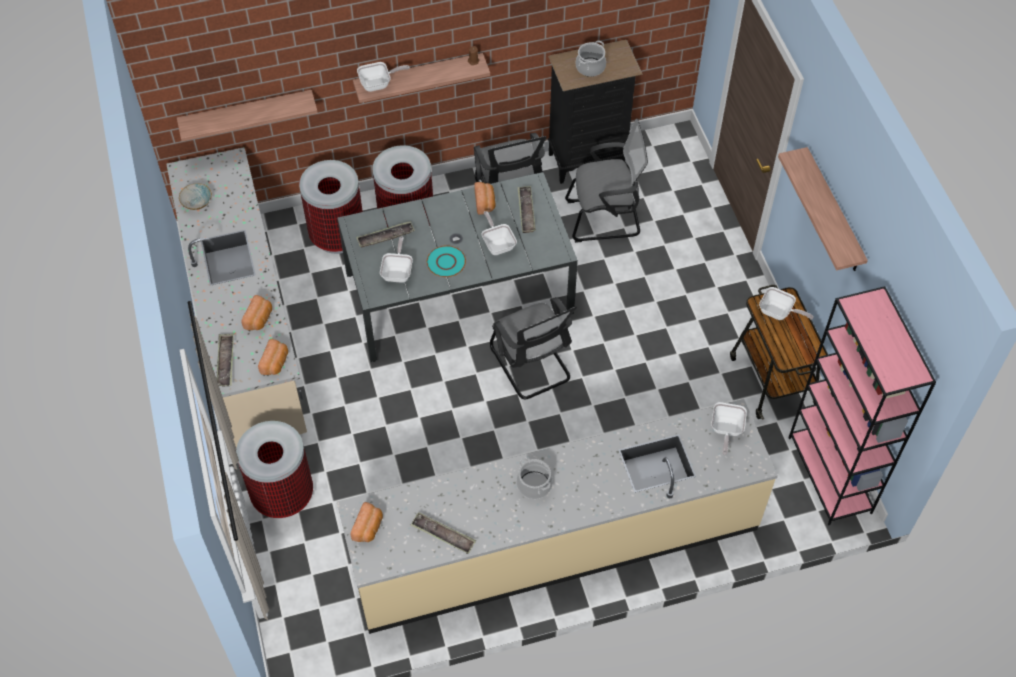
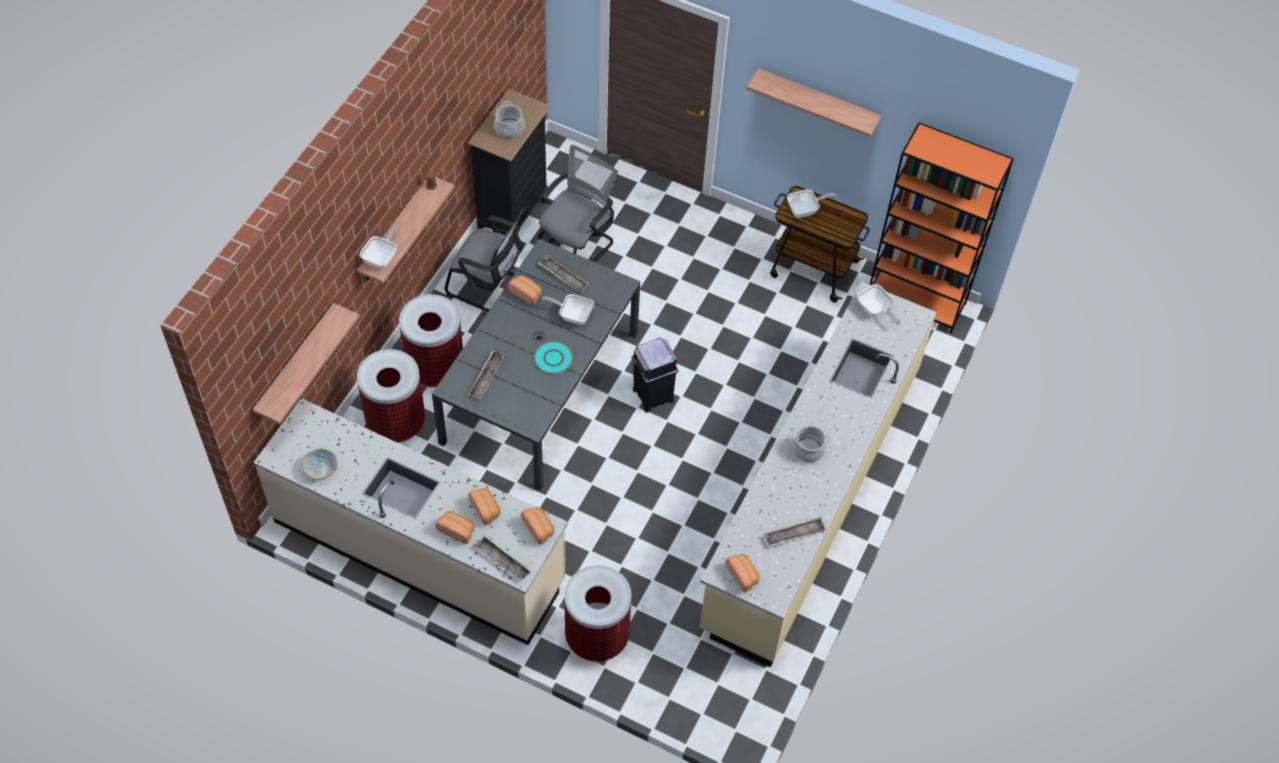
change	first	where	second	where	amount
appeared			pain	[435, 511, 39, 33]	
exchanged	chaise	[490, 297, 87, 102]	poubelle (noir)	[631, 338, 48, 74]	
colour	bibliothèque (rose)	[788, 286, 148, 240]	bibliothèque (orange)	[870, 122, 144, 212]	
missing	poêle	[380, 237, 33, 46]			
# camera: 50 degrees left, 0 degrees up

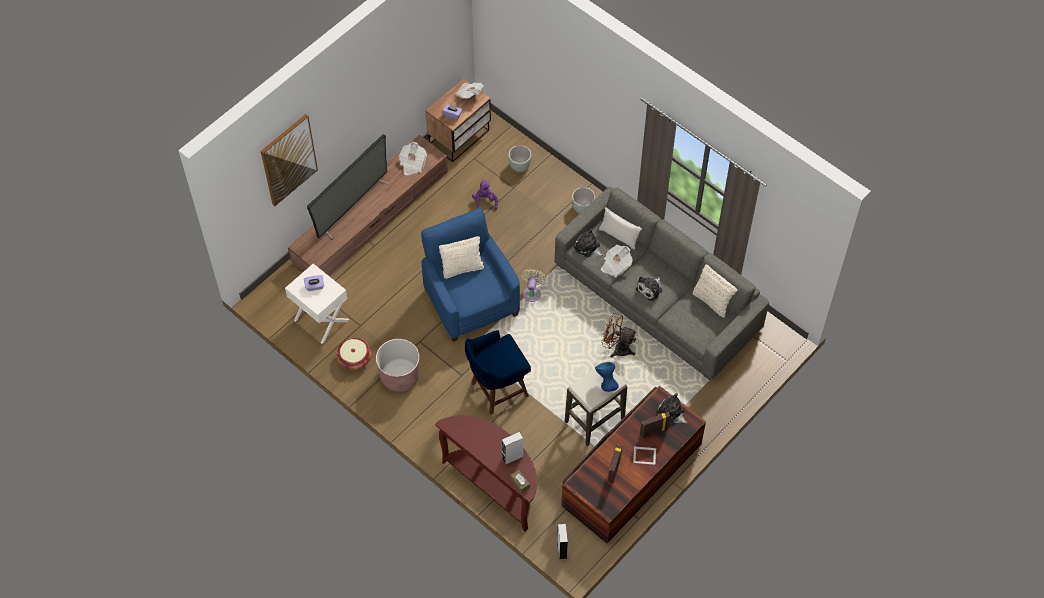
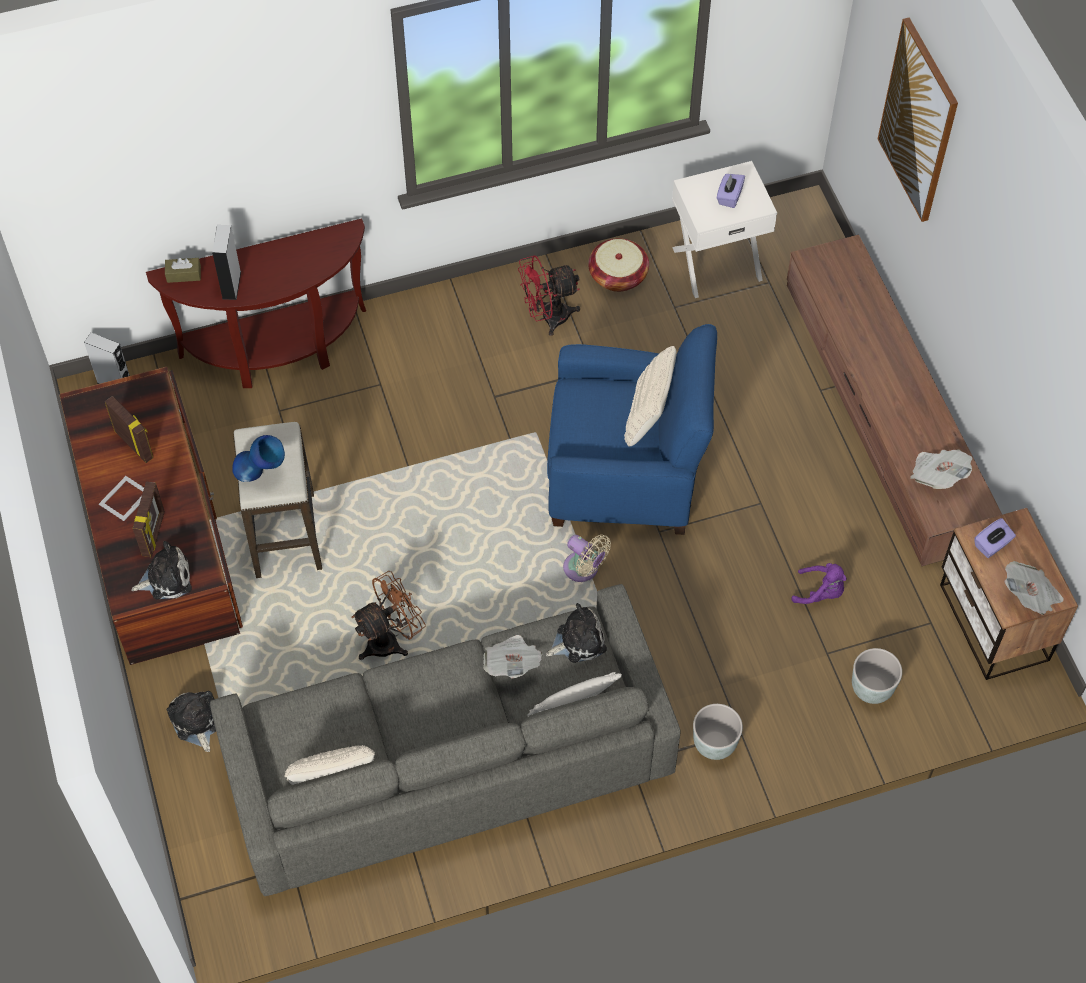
change	first	where	second	where	amount
relocated	peluche	[636, 276, 26, 25]		[166, 691, 50, 61]	
exchanged	cache-pot (marron)	[376, 339, 44, 53]	ventilateur (rouge)	[518, 255, 62, 81]	
missing	téléviseur	[307, 134, 82, 105]			
missing	tabouret (bleu)	[465, 330, 66, 85]			
# camera: 120 degrees right, 0 degrees up

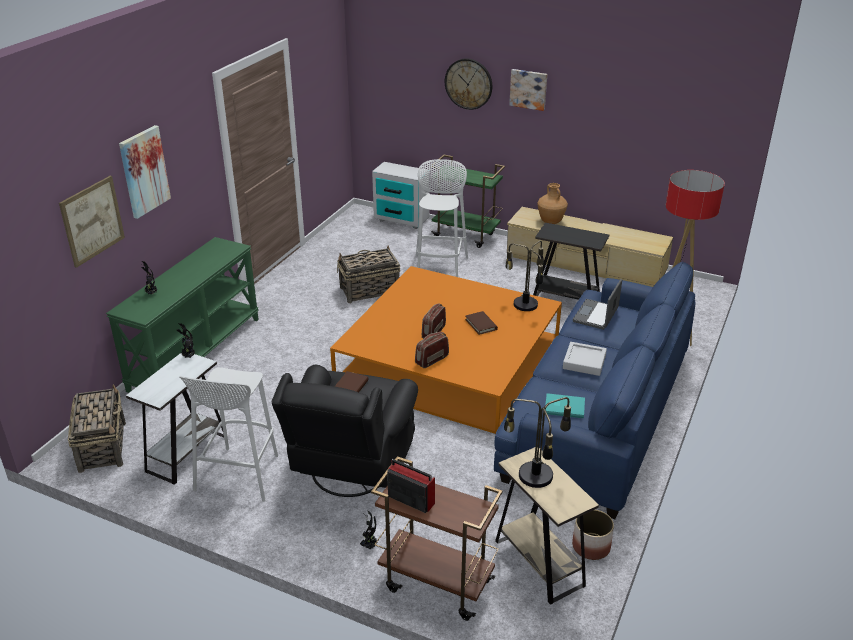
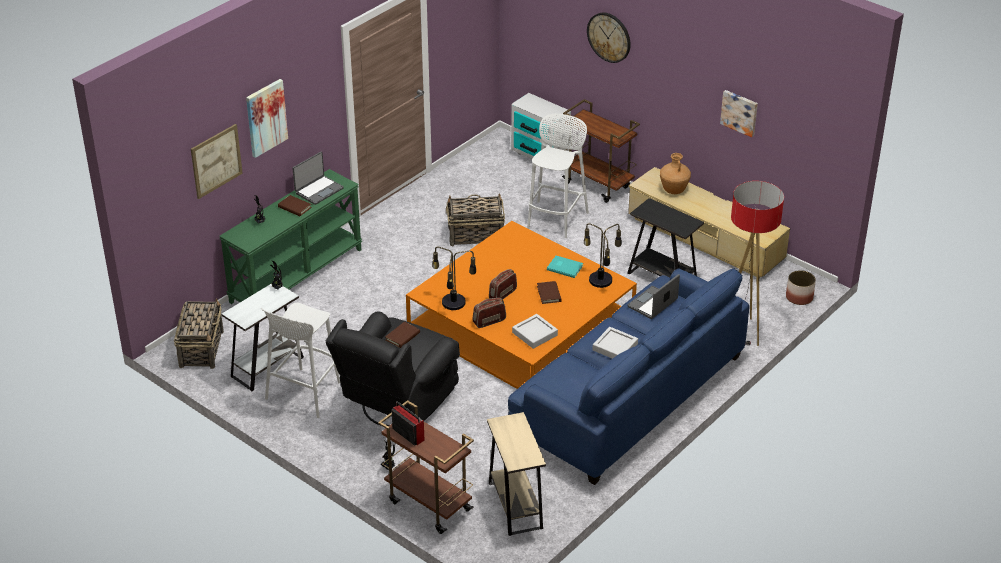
change	first	where	second	where	amount
appeared			livre (marron)	[278, 195, 34, 21]	
appeared			ordinateur portable	[292, 152, 52, 53]	
relocated	lampe de table	[504, 397, 67, 91]		[432, 246, 44, 64]	
appeared			plateau (gris)	[512, 314, 46, 35]	
relocated	livre (turquoise)	[545, 393, 40, 25]		[547, 256, 36, 22]	
colour	chariot (vert)	[430, 155, 75, 93]	chariot (marron)	[562, 99, 78, 104]	
relocated	tableau	[509, 69, 38, 42]		[720, 90, 38, 47]	
relocated	cache-pot	[572, 509, 42, 51]		[786, 270, 30, 35]	
# camera: 15 degrees right, 5 degrees up

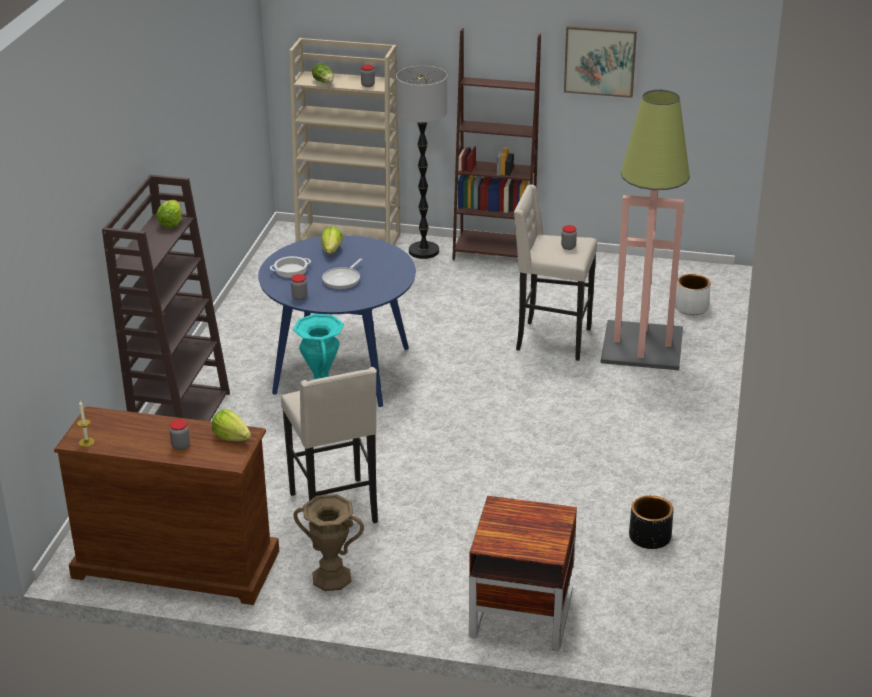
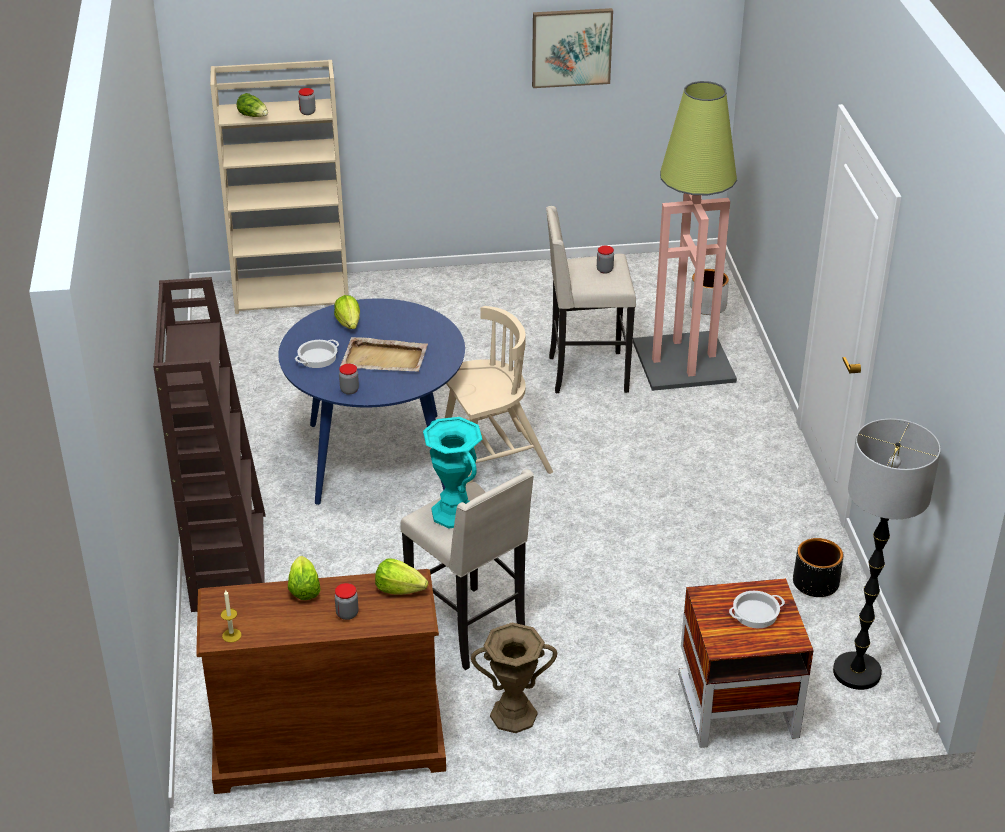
change	first	where	second	where	amount
relocated	laitue	[156, 200, 26, 28]		[288, 556, 33, 44]	
exchanged	poêle	[322, 259, 41, 30]	plateau (beige)	[340, 337, 88, 35]	
appeared			chaise (beige)	[445, 306, 108, 178]	
appeared			marmite	[729, 591, 56, 37]	
relocated	lampadaire	[396, 66, 52, 193]		[833, 419, 108, 271]	
missing	bibliothèque (marron)	[452, 28, 89, 232]			
# camera: 20 degrees left, 5 degrees up

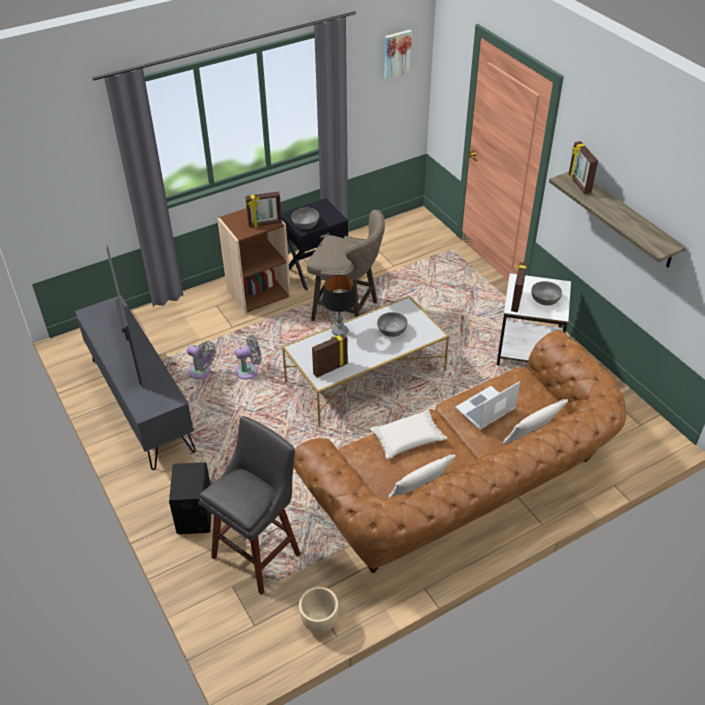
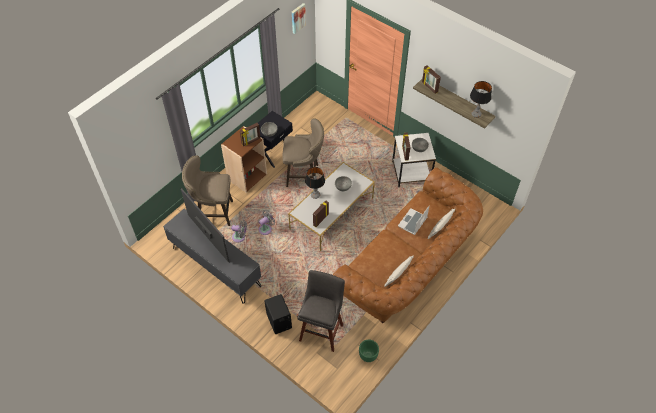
change	first	where	second	where	amount
appeared			tabouret (beige)	[182, 155, 51, 71]	
colour	cache-pot (beige)	[299, 587, 40, 46]	cache-pot (vert)	[359, 340, 20, 22]	
appeared			lampe de table	[470, 81, 22, 37]	
missing	coussin (blanc)	[370, 408, 77, 51]			
# camera: 20 degrees left, 10 degrees up

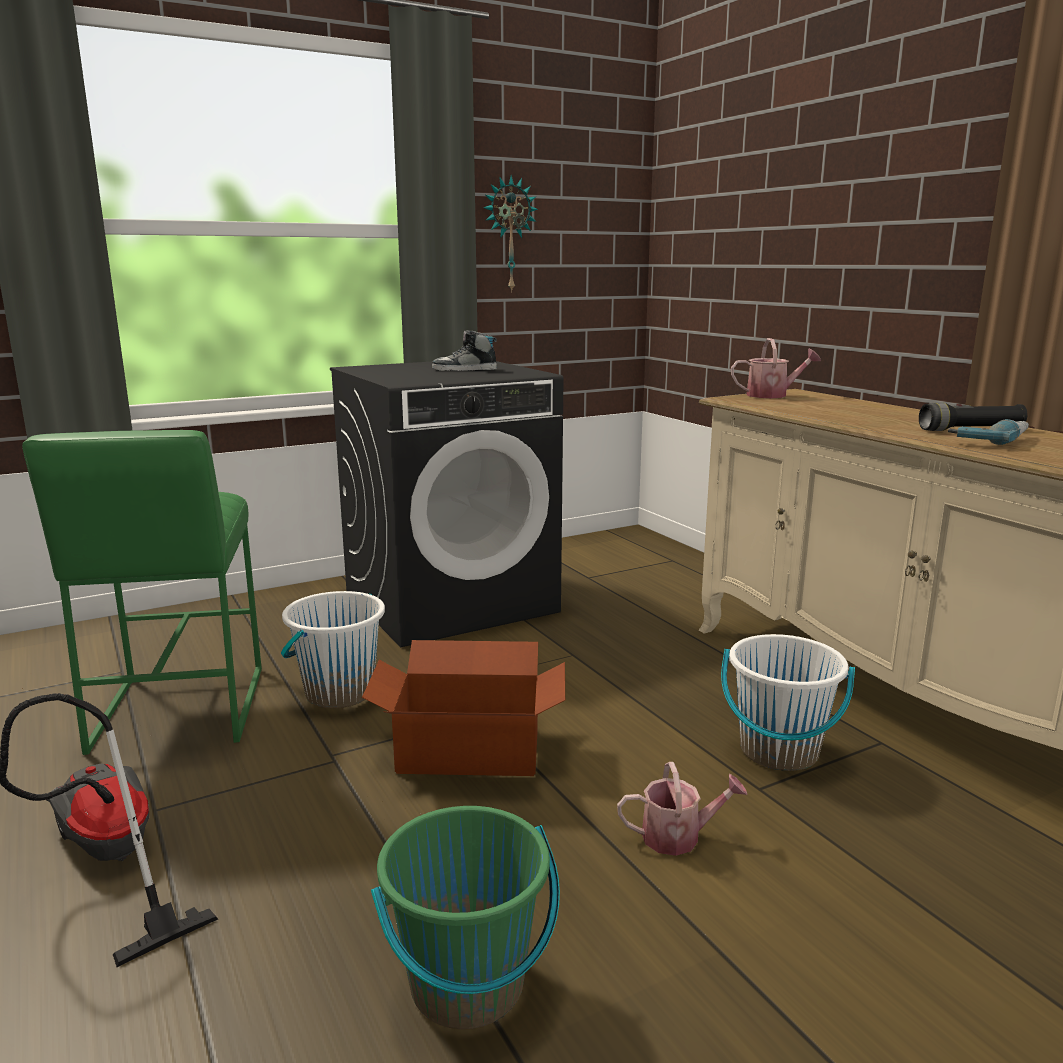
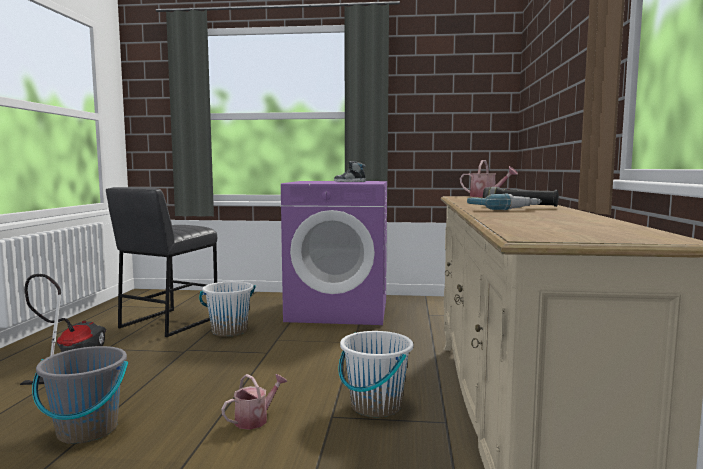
change	first	where	second	where	amount
colour	seau (vert)	[371, 806, 189, 223]	seau (gris)	[32, 346, 96, 98]	
colour	tabouret (vert)	[22, 430, 240, 325]	tabouret (gris)	[106, 187, 111, 150]	
spun	arrosoir	[617, 762, 130, 94]		[221, 374, 67, 56]	75 degrees counterclockwise
colour	lave-linge (noir)	[330, 361, 234, 286]	lave-linge (violet)	[281, 181, 106, 144]	
missing	carton	[362, 640, 203, 136]			
missing	horloge murale	[483, 175, 55, 118]			
# camera: 35 degrees right, 10 degrees down

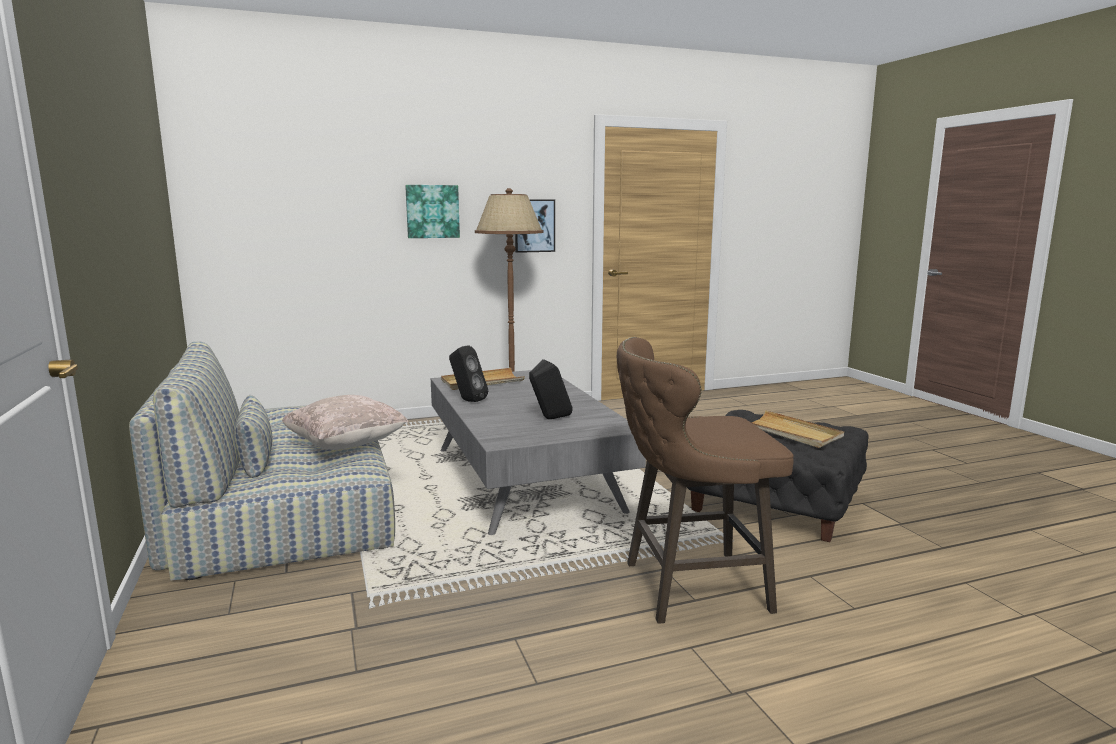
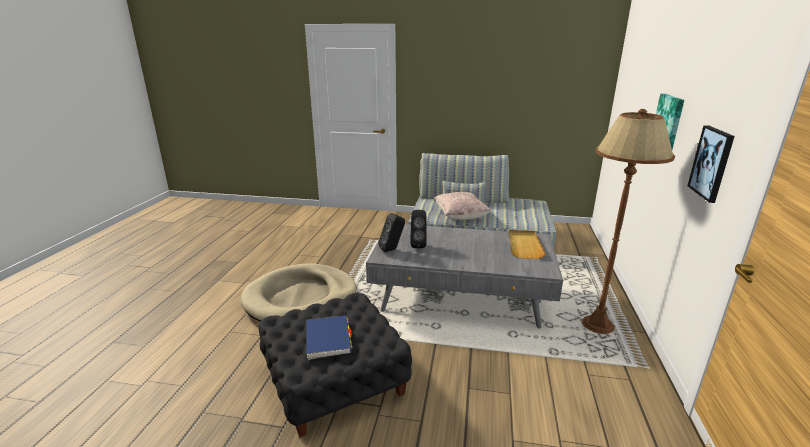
change	first	where	second	where	amount
exchanged	tabouret (marron)	[617, 337, 177, 287]	panier pour chien (beige)	[241, 263, 116, 59]	
exchanged	plateau (beige)	[751, 410, 93, 38]	livre (bleu)	[306, 315, 47, 45]	
relocated	enceinte (noir)	[449, 345, 39, 57]		[378, 213, 27, 39]	
# camera: 120 degrees right, 10 degrees up

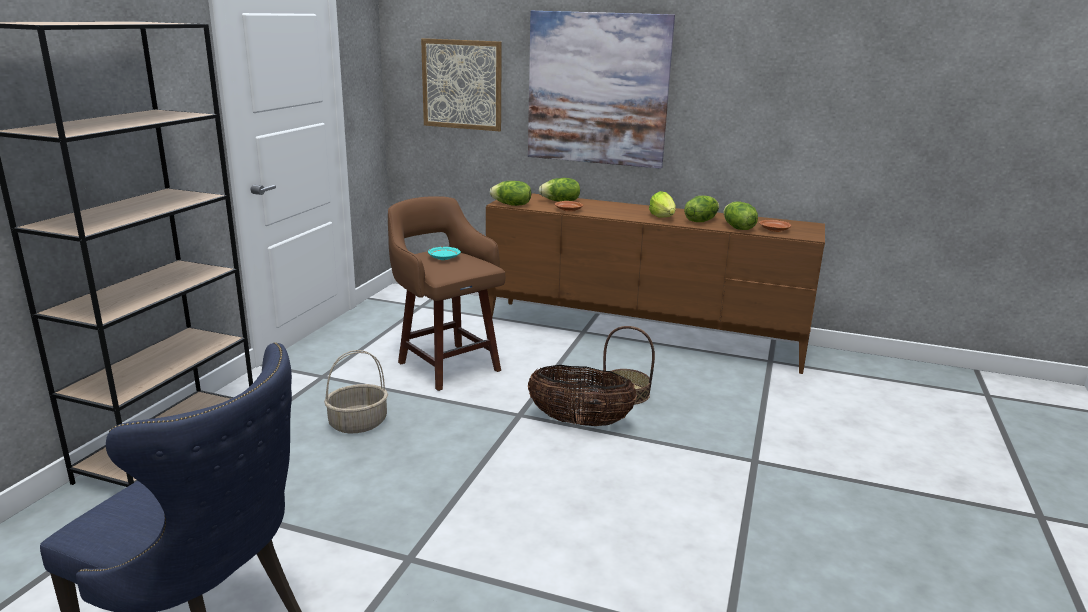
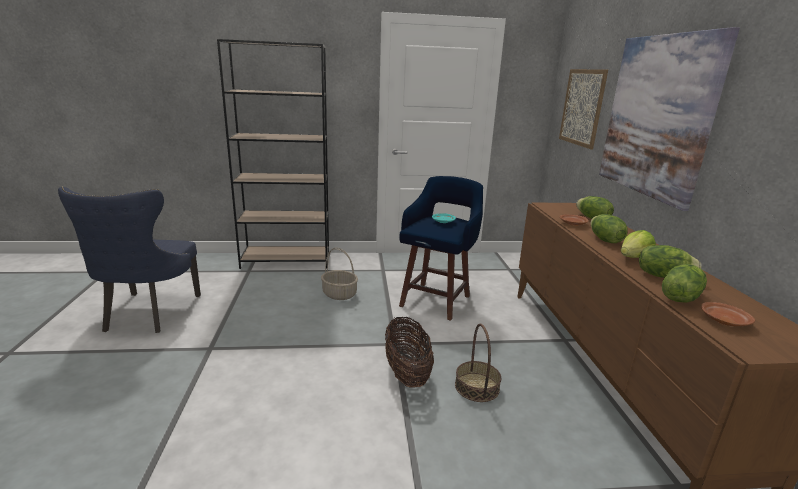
change	first	where	second	where	amount
colour	tabouret (marron)	[388, 196, 117, 195]	tabouret (bleu)	[399, 176, 84, 145]	
relocated	laitue	[490, 181, 41, 25]		[590, 214, 38, 29]	
# camera: 65 degrees right, 0 degrees up

